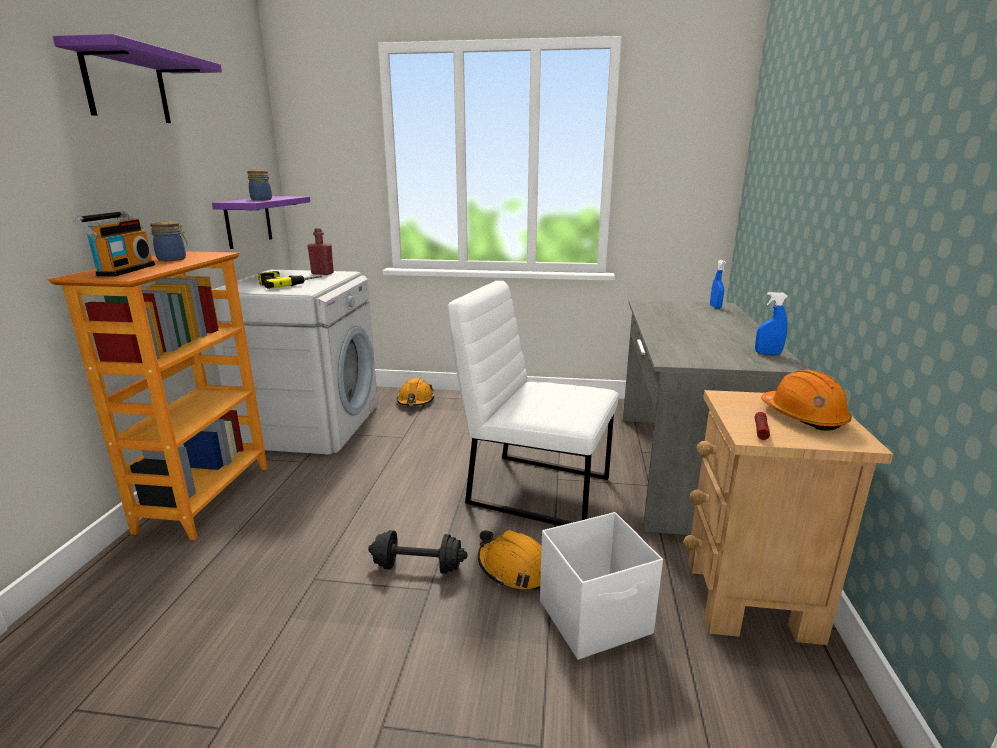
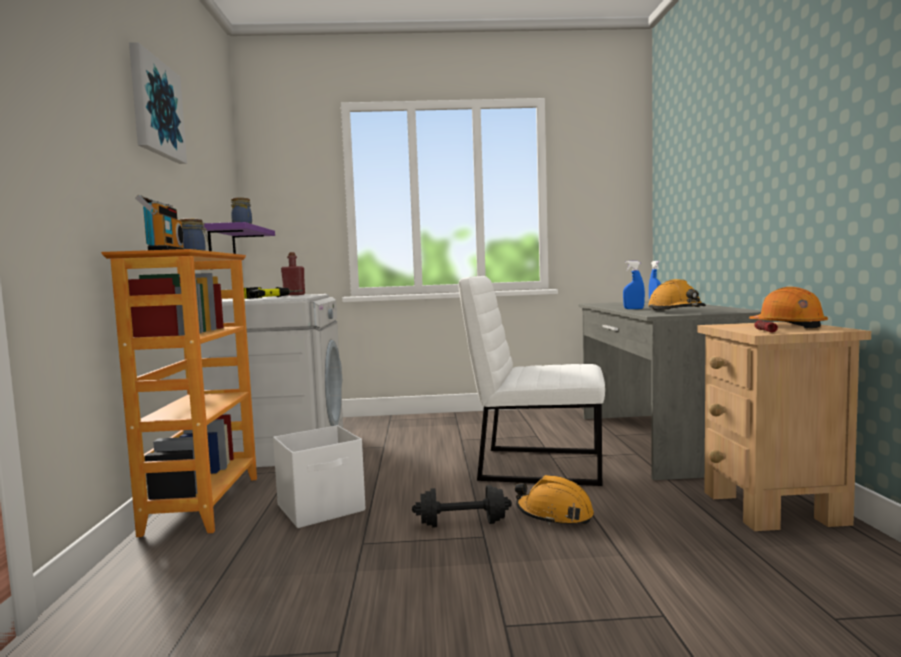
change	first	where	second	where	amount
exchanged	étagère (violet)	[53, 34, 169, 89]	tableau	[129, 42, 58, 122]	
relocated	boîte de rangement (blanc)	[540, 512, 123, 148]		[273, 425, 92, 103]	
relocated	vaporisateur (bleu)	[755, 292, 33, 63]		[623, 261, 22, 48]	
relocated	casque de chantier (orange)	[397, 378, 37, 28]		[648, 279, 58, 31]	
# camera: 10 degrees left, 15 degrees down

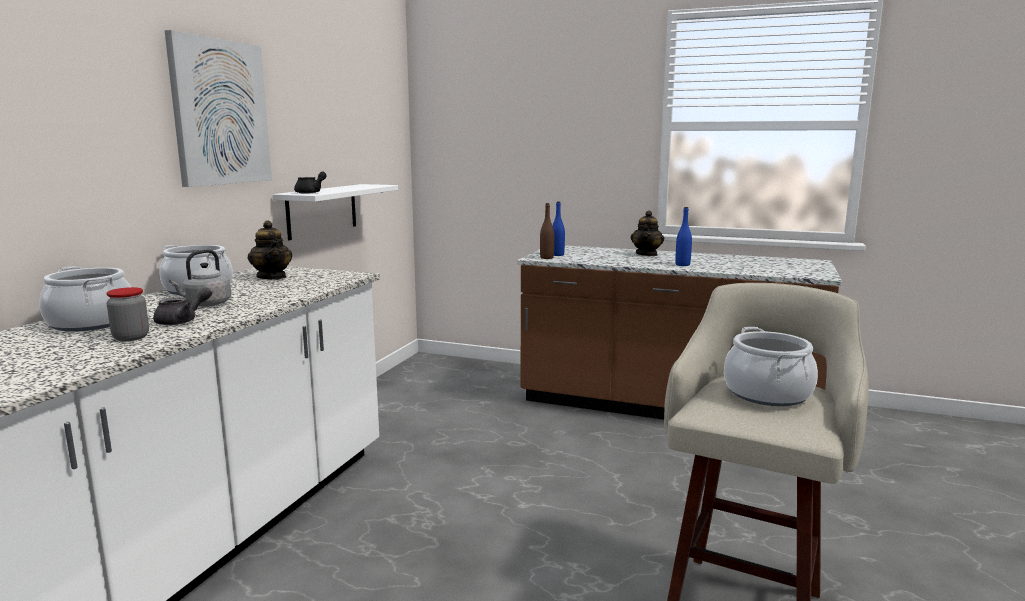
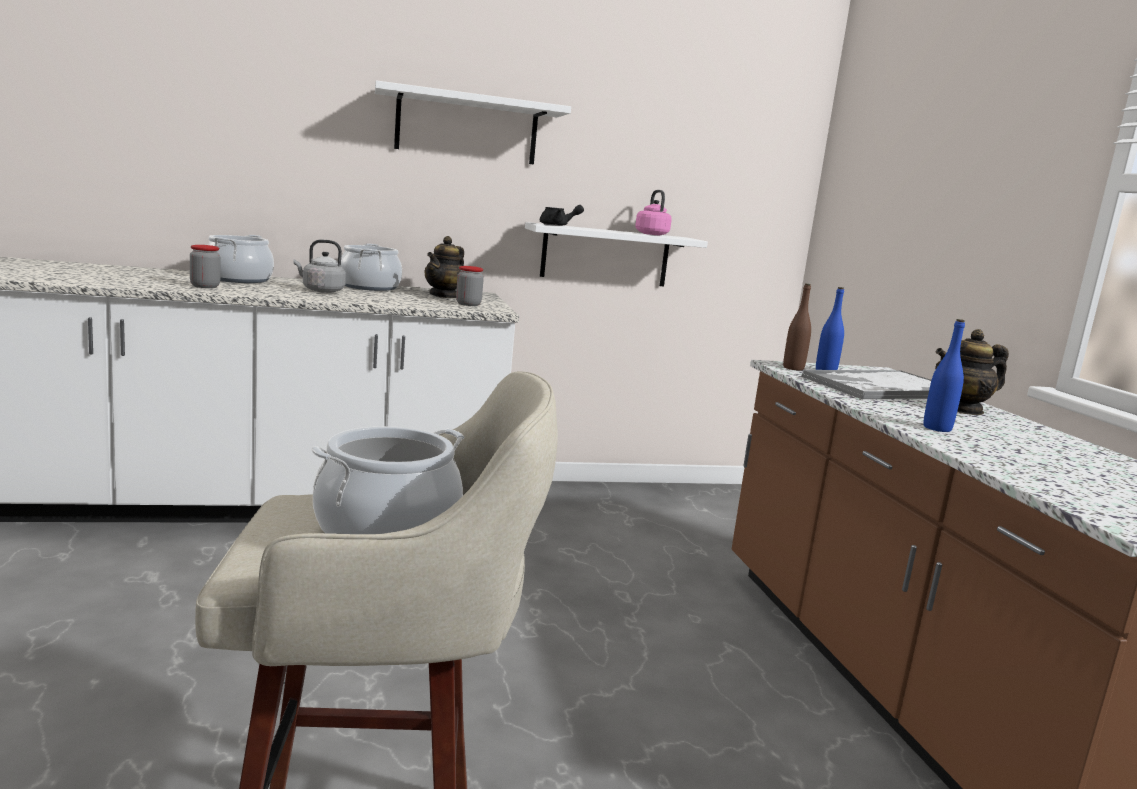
change	first	where	second	where	amount
exchanged	tableau	[164, 30, 108, 157]	étagère (blanc)	[375, 80, 196, 85]	
appeared			bocal	[456, 266, 28, 40]	
appeared			bouilloire (rose)	[635, 190, 37, 46]	
appeared			plateau	[801, 370, 130, 29]	
missing	théière (gris)	[153, 288, 59, 37]			
# camera: 55 degrees right, 0 degrees up

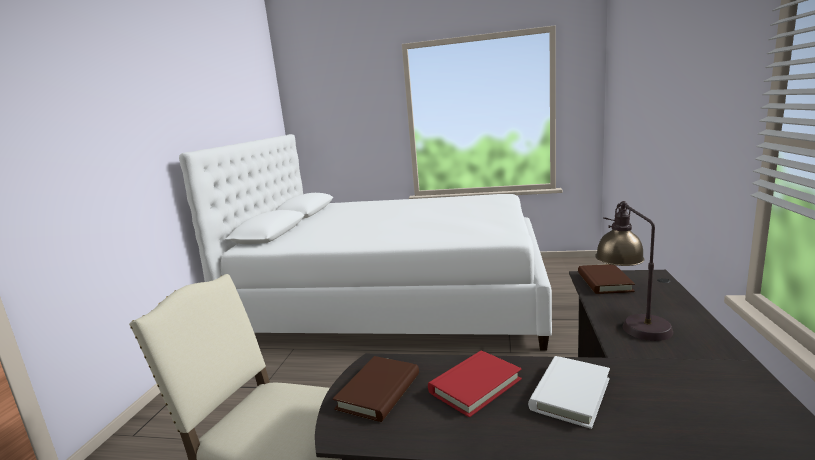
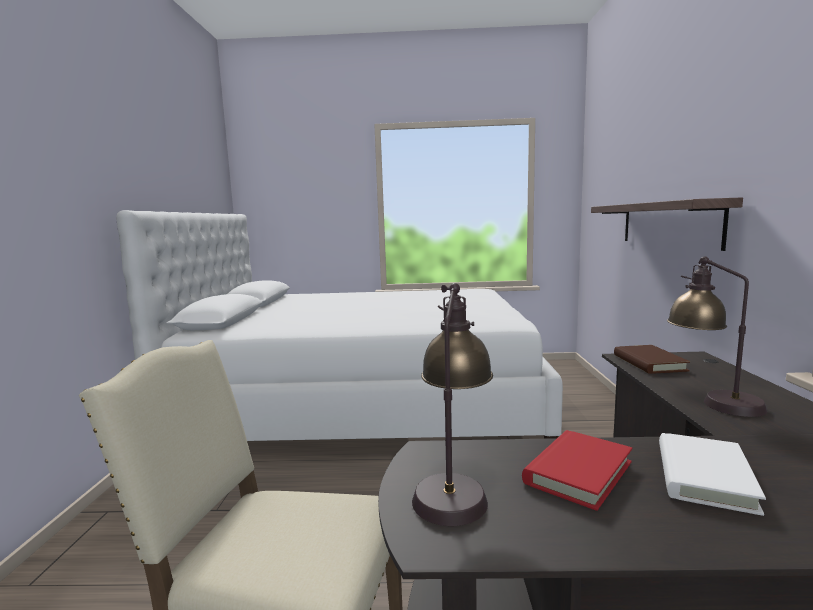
change	first	where	second	where	amount
exchanged	livre (marron)	[333, 356, 86, 66]	lampe de table	[412, 283, 81, 243]	
appeared			étagère	[591, 197, 152, 54]	
# camera: 10 degrees left, 5 degrees down

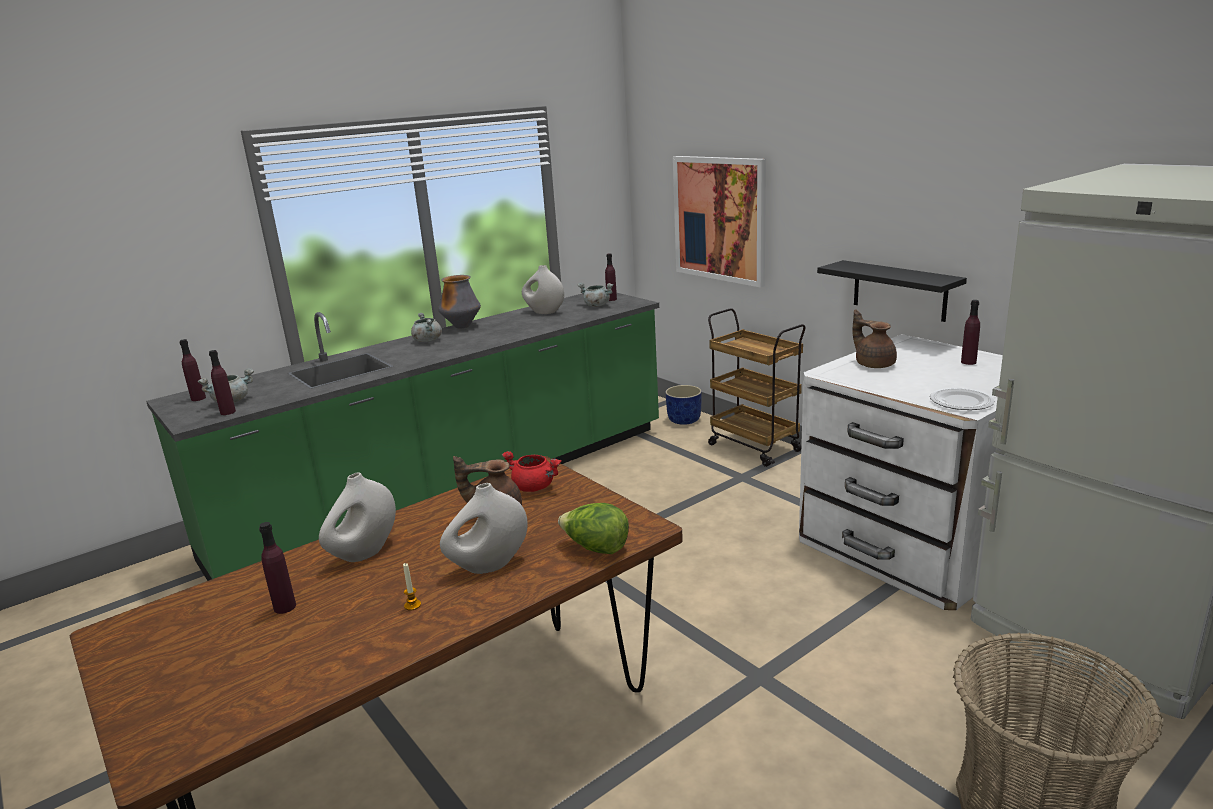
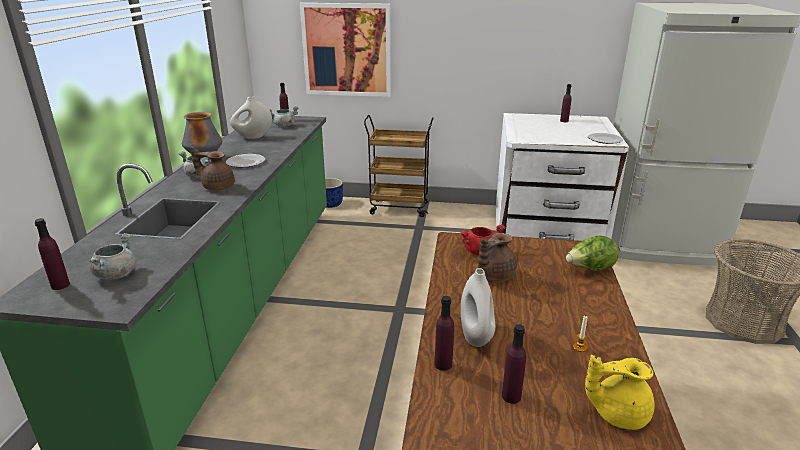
change	first	where	second	where	amount
relocated	théière (marron)	[853, 310, 44, 58]		[190, 145, 45, 45]	
appeared			assiette	[226, 154, 39, 13]	
relocated	bouteille (violet)	[209, 350, 27, 65]		[435, 296, 19, 75]	
appeared			théière (jaune)	[585, 354, 70, 76]	
missing	vase (blanc)	[440, 483, 88, 91]			
missing	étagère (noir)	[817, 260, 150, 62]			
# camera: 45 degrees left, 5 degrees up

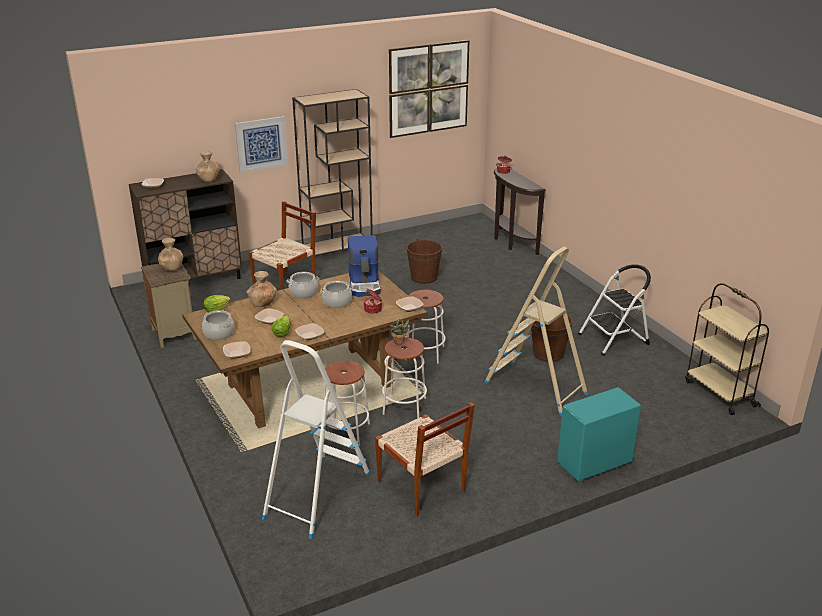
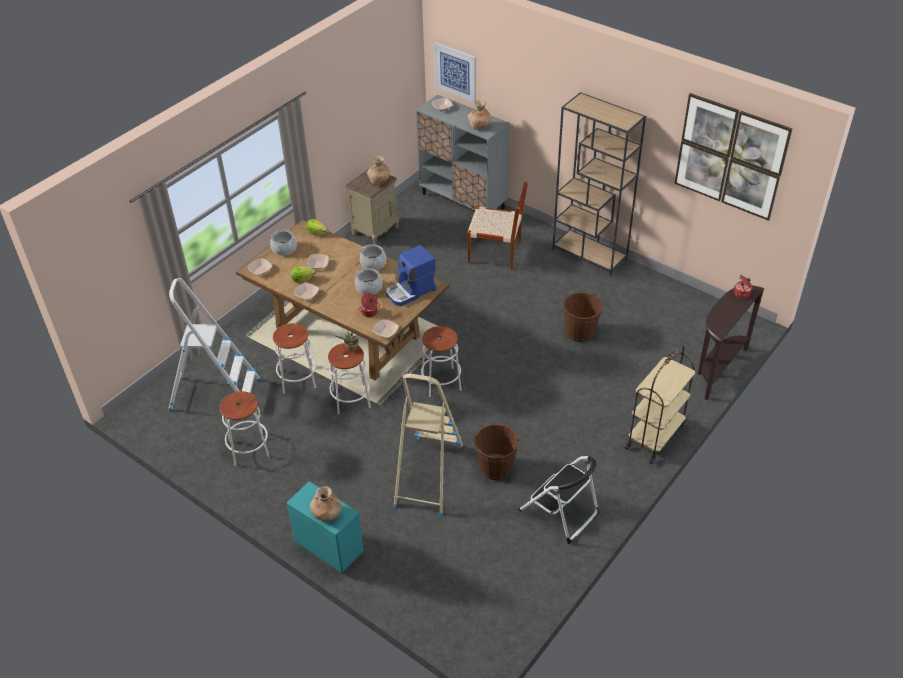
change	first	where	second	where	amount
exchanged	chaise	[375, 402, 100, 114]	tabouret (blanc)	[220, 391, 50, 75]	
relocated	vase (marron)	[247, 271, 30, 36]		[310, 487, 32, 34]	
colour	meuble de rangement (marron)	[129, 169, 113, 110]	meuble de rangement (gris)	[416, 95, 94, 115]	
relocated	tableau	[235, 116, 53, 57]		[434, 42, 42, 61]	
relocated	chariot (beige)	[685, 283, 84, 132]		[625, 345, 70, 119]	
# camera: 65 degrees right, 15 degrees up

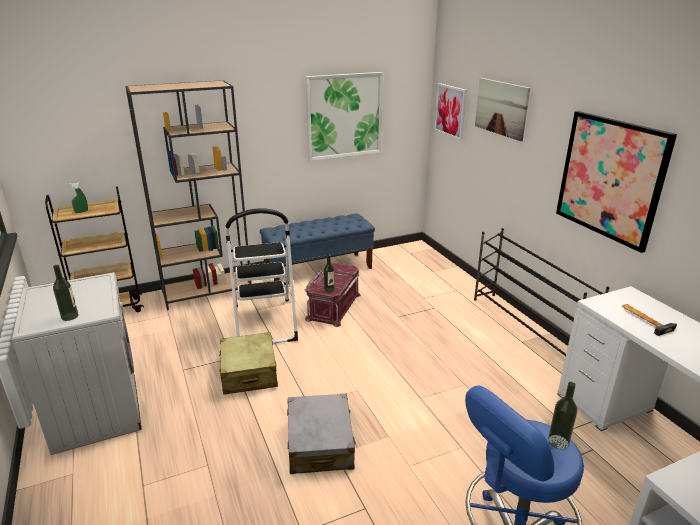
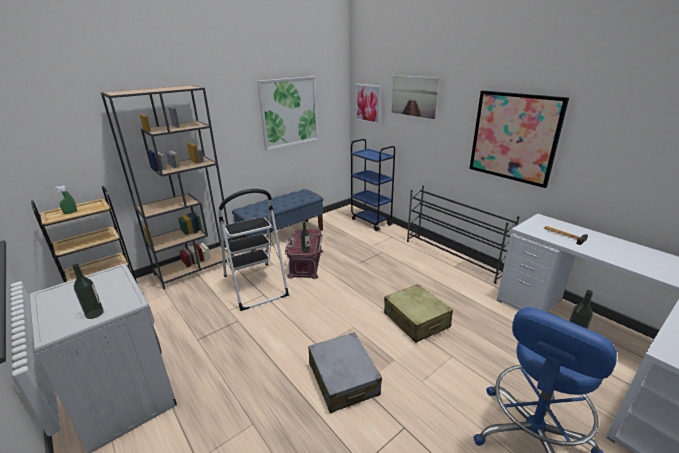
change	first	where	second	where	amount
appeared			chariot (bleu)	[351, 139, 44, 92]	
relocated	valise (beige)	[219, 332, 59, 63]		[384, 284, 69, 59]	
# camera: 15 degrees left, 0 degrees up

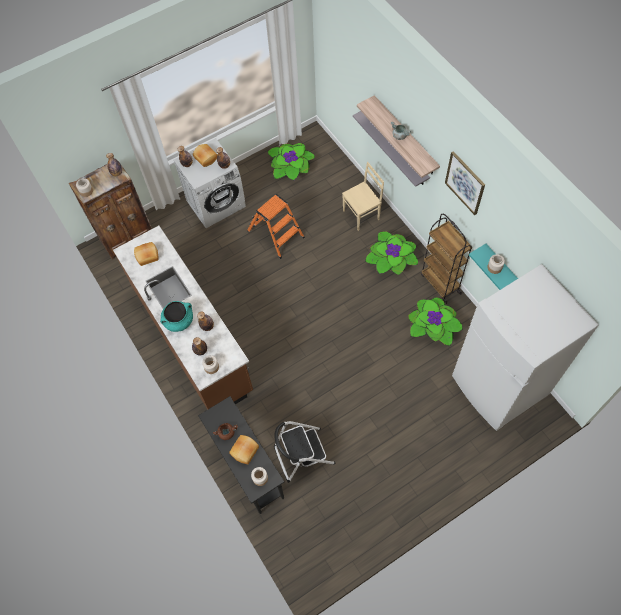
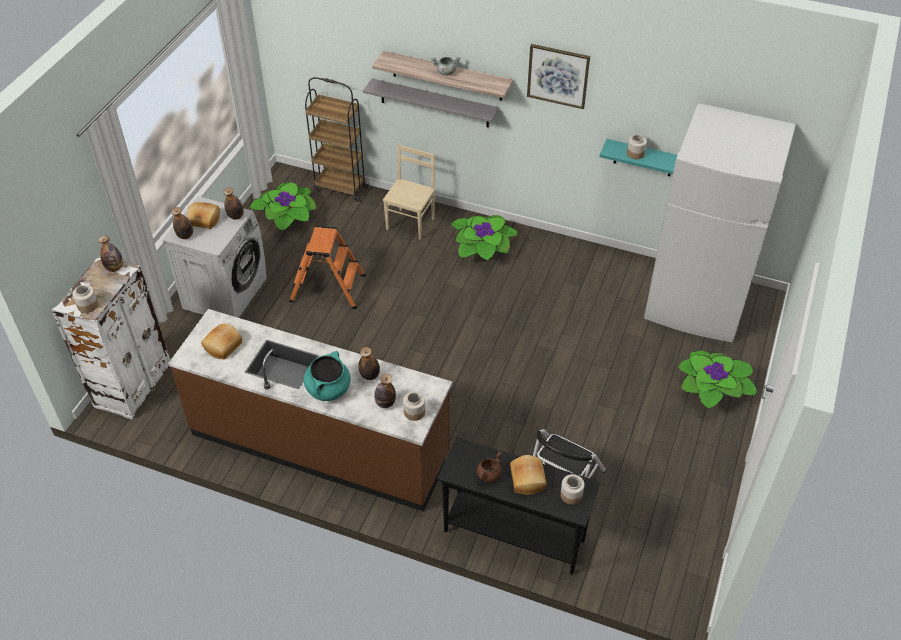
change	first	where	second	where	amount
colour	meuble de rangement (marron)	[69, 164, 83, 96]	meuble de rangement (blanc)	[51, 256, 120, 164]	
relocated	chariot (marron)	[421, 214, 51, 90]		[305, 77, 65, 125]	
relocated	plante en pot	[408, 297, 55, 49]		[677, 351, 80, 58]	
# camera: 40 degrees left, 15 degrees down

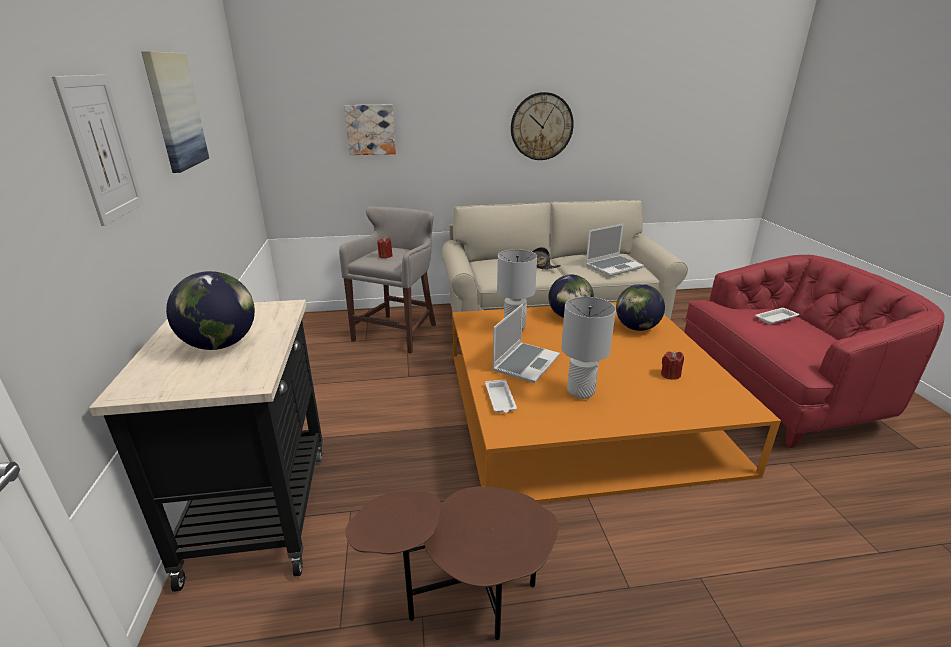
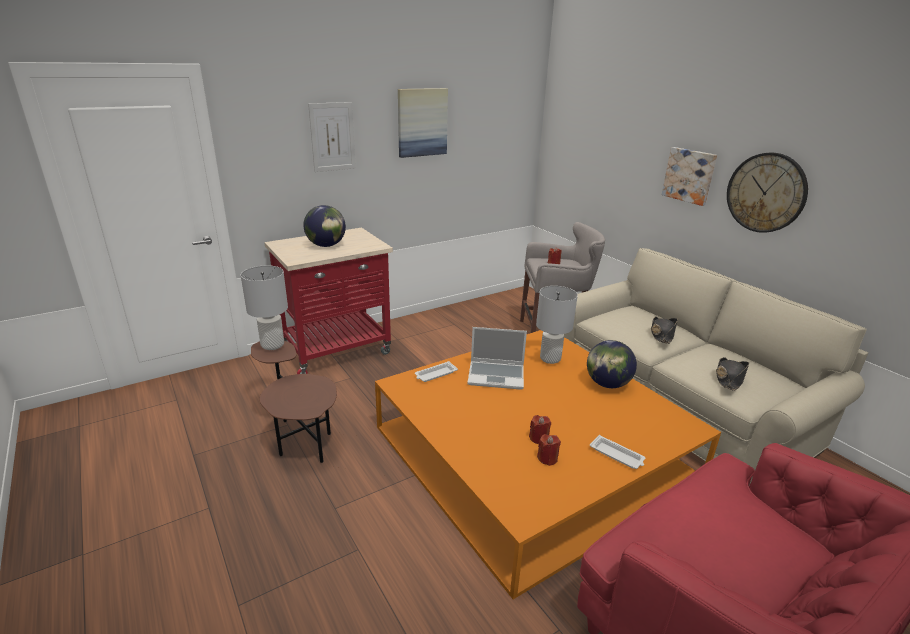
change	first	where	second	where	amount
relocated	lampe de table (gris)	[561, 297, 55, 102]		[241, 265, 47, 85]	
colour	chariot (noir)	[89, 300, 234, 292]	chariot (rouge)	[264, 228, 129, 146]	
appeared			bougie (rouge)	[529, 415, 22, 29]	
relocated	plateau (blanc)	[755, 308, 44, 16]		[590, 435, 55, 34]	
relocated	tableau	[344, 105, 52, 50]		[662, 147, 55, 59]	
exchanged	ordinateur portable	[585, 224, 59, 52]	chapeau (noir)	[716, 357, 33, 34]	
missing	globe	[616, 284, 49, 47]			
# camera: 65 degrees right, 0 degrees up

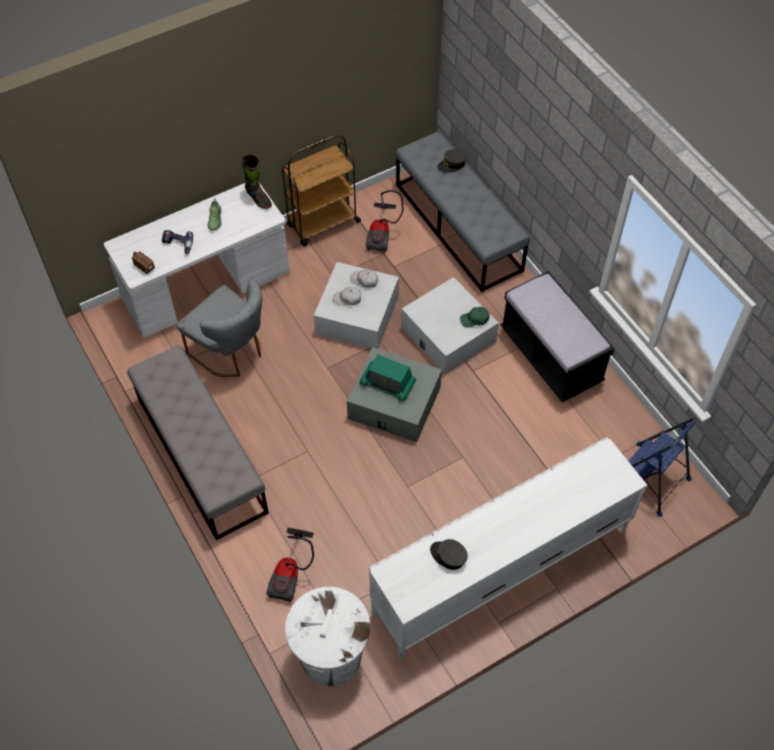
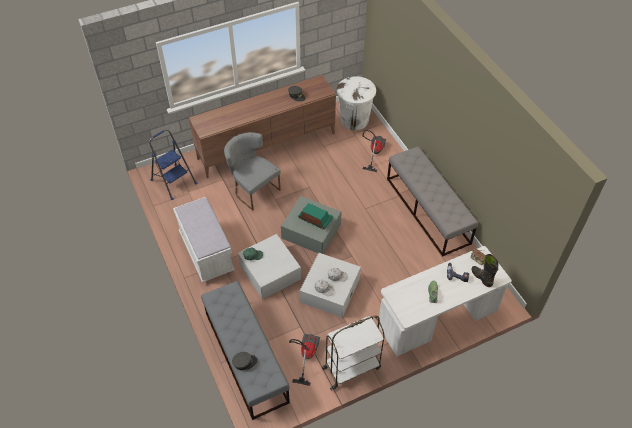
change	first	where	second	where	amount
colour	banc (noir)	[501, 271, 113, 132]	banc (blanc)	[173, 197, 61, 85]	
colour	meuble de rangement (blanc)	[369, 437, 278, 225]	meuble de rangement (marron)	[189, 75, 147, 103]	
relocated	chaise (gris)	[177, 277, 85, 100]		[224, 132, 57, 79]	
colour	chariot (marron)	[282, 135, 79, 111]	chariot (blanc)	[322, 316, 62, 74]	
relocated	botte (noir)	[242, 154, 30, 55]		[472, 254, 27, 33]	
# camera: 175 degrees left, 5 degrees down

